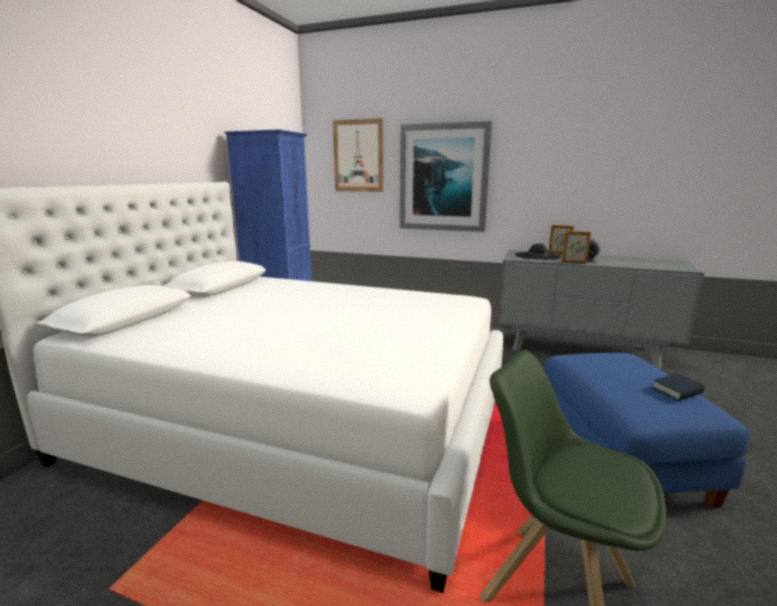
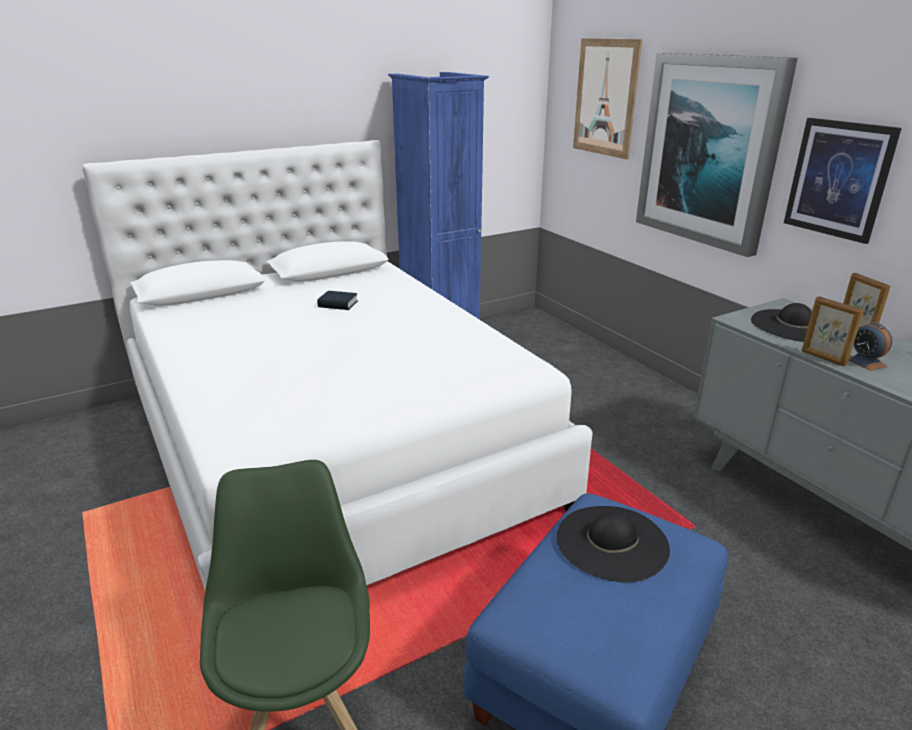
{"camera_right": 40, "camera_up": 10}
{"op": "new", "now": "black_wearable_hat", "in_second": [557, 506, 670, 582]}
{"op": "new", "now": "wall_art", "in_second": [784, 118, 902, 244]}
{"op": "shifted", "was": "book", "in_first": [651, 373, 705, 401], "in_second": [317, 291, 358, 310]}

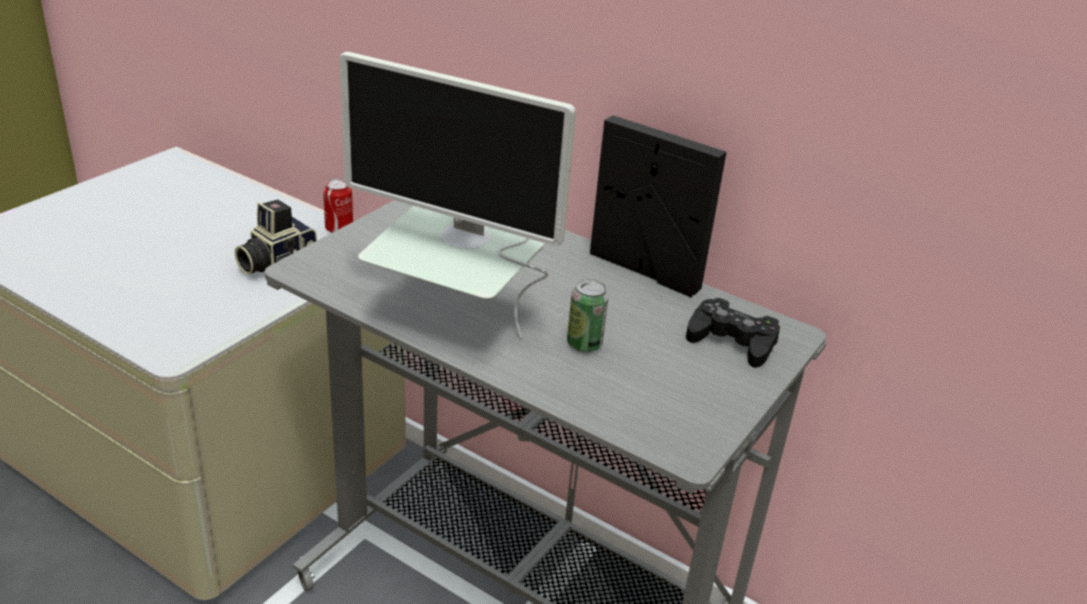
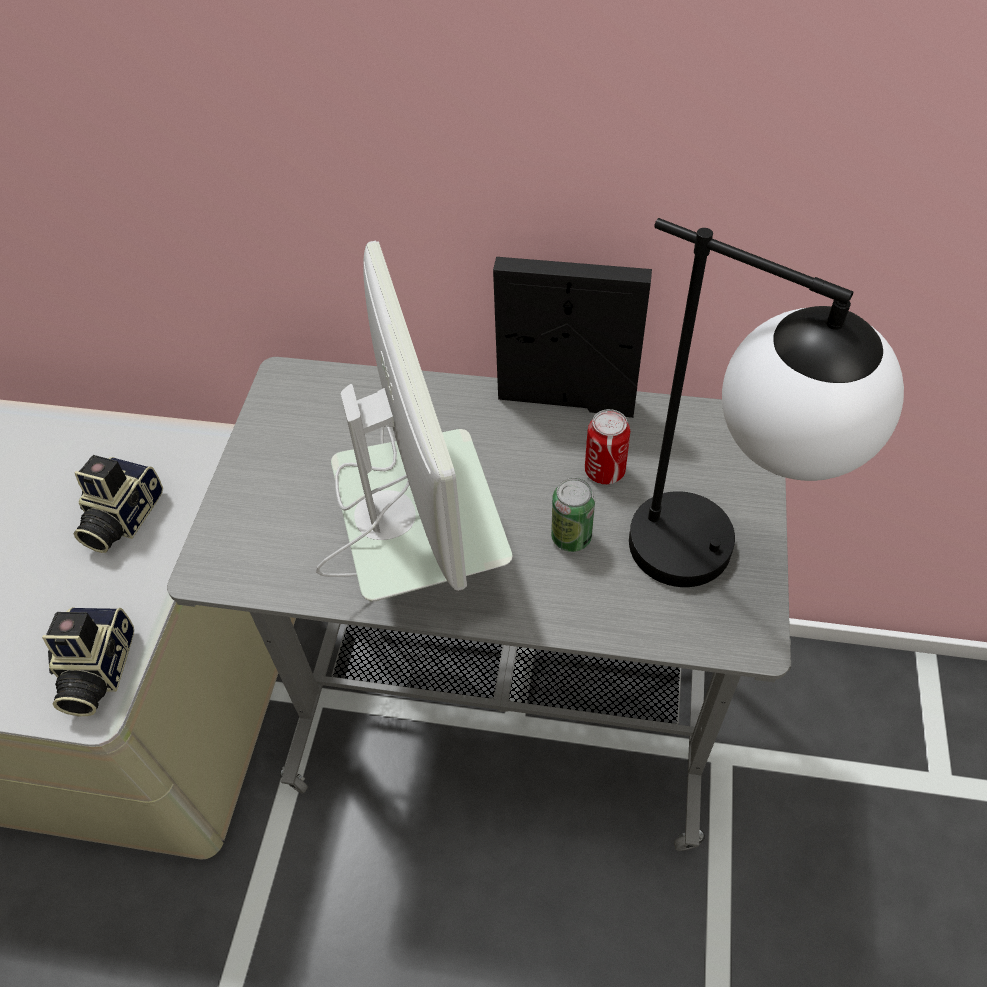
{"camera_right": -20, "camera_up": 20}
{"op": "gone", "was": "black_joypad", "in_first": [686, 298, 780, 368]}
{"op": "new", "now": "photo_camera", "in_second": [42, 607, 134, 716]}
{"op": "new", "now": "table_lamp", "in_second": [629, 218, 904, 587]}
{"op": "shifted", "was": "can", "in_first": [323, 179, 353, 233], "in_second": [585, 409, 630, 484]}
{"op": "rotated", "was": "computer_display", "in_first": [339, 52, 576, 338], "in_second": [316, 241, 513, 601], "clockwise": -105}

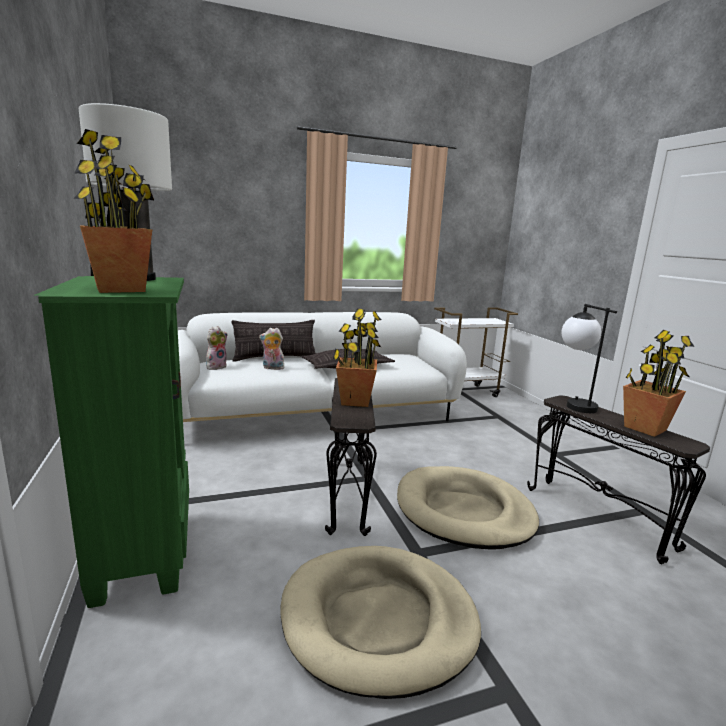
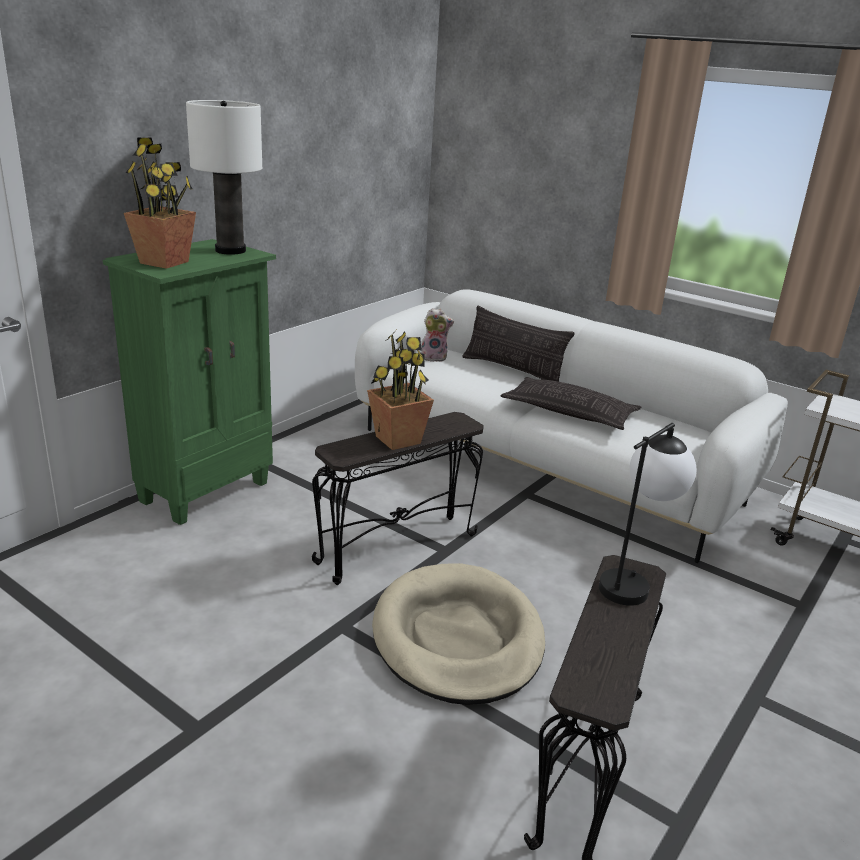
{"camera_right": 55, "camera_up": 10}
{"op": "gone", "was": "cuddly_toy", "in_first": [259, 328, 284, 370]}
{"op": "gone", "was": "beige-coloured_pet_bed", "in_first": [280, 546, 481, 699]}
{"op": "gone", "was": "houseplant", "in_first": [623, 329, 695, 437]}

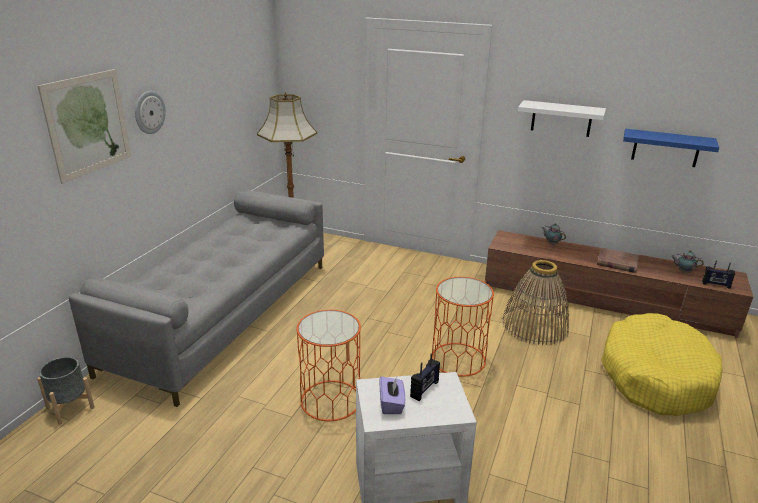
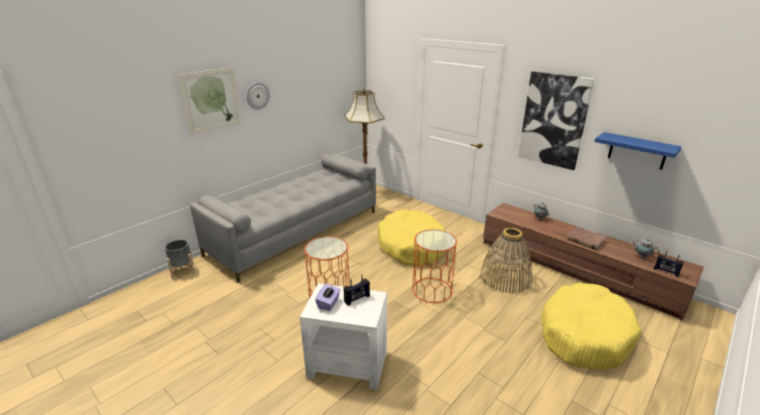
{"camera_right": 20, "camera_up": 0}
{"op": "new", "now": "yellow_pet_bed", "in_second": [378, 209, 446, 266]}
{"op": "swapped", "was": "white-coloured_wall_shelf", "now": "wall_art", "in_first": [518, 100, 606, 137], "in_second": [518, 71, 595, 170]}

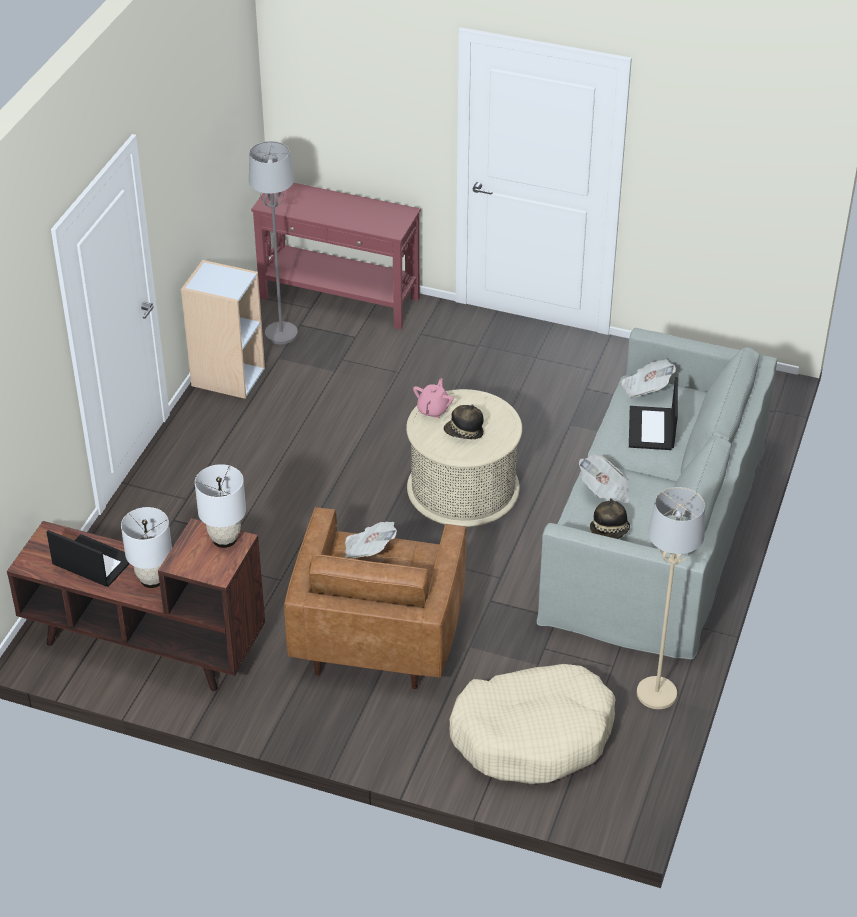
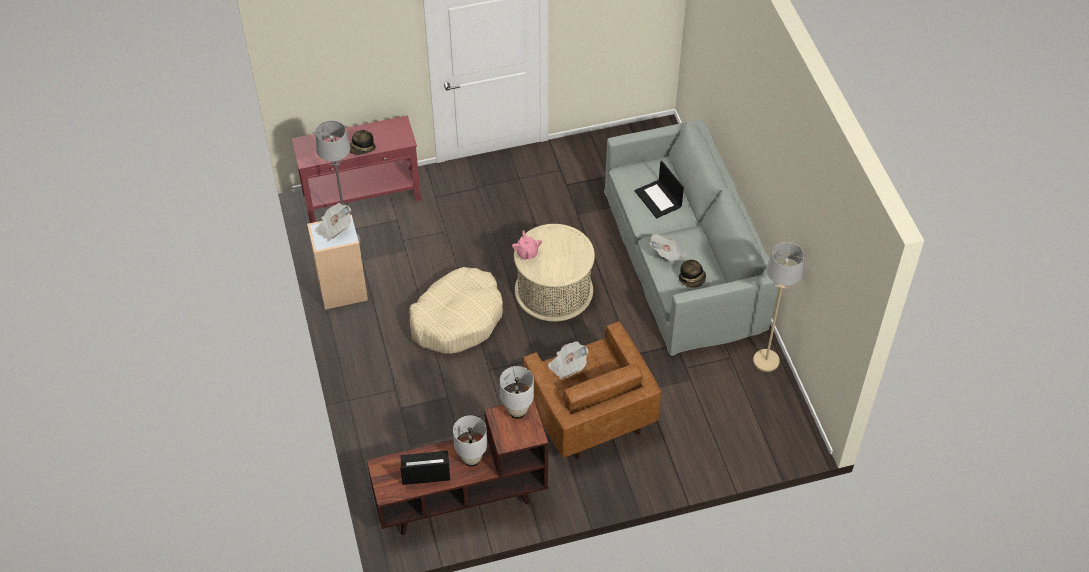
{"camera_right": -35, "camera_up": 10}
{"op": "shifted", "was": "wearable_hat", "in_first": [444, 404, 484, 439], "in_second": [350, 129, 376, 155]}
{"op": "shifted", "was": "beige-coloured_pet_bed", "in_first": [449, 664, 615, 784], "in_second": [409, 267, 503, 354]}
{"op": "shifted", "was": "printed_paper", "in_first": [621, 359, 676, 398], "in_second": [315, 203, 351, 241]}

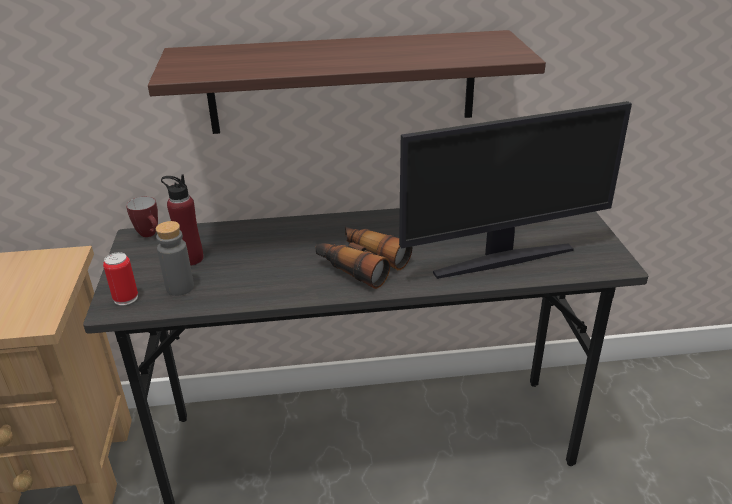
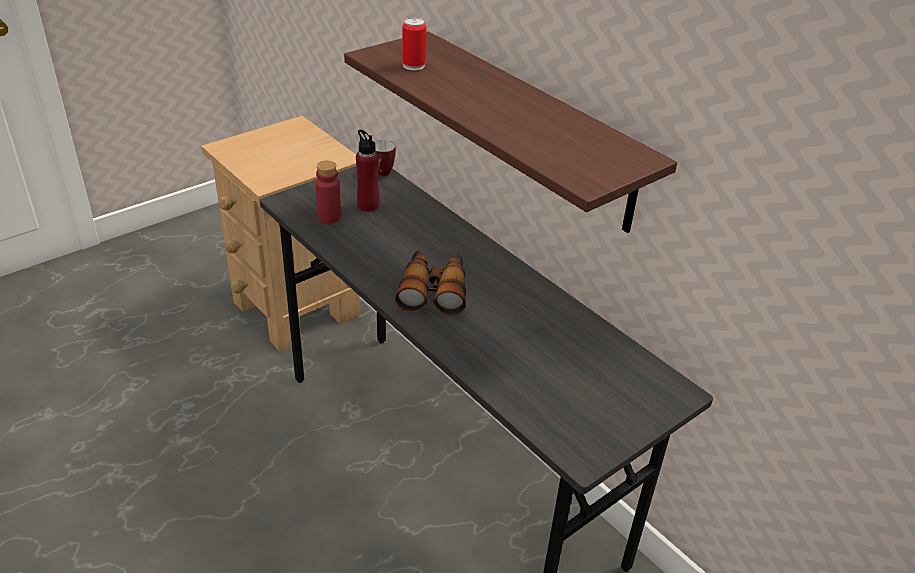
{"camera_right": 55, "camera_up": 5}
{"op": "gone", "was": "computer_display", "in_first": [399, 101, 632, 279]}
{"op": "shifted", "was": "can", "in_first": [103, 252, 138, 305], "in_second": [402, 18, 426, 70]}
{"op": "repainted", "was": "gray_beverage_bottle", "now": "red_beverage_bottle", "in_first": [156, 221, 194, 296], "in_second": [315, 161, 341, 224]}

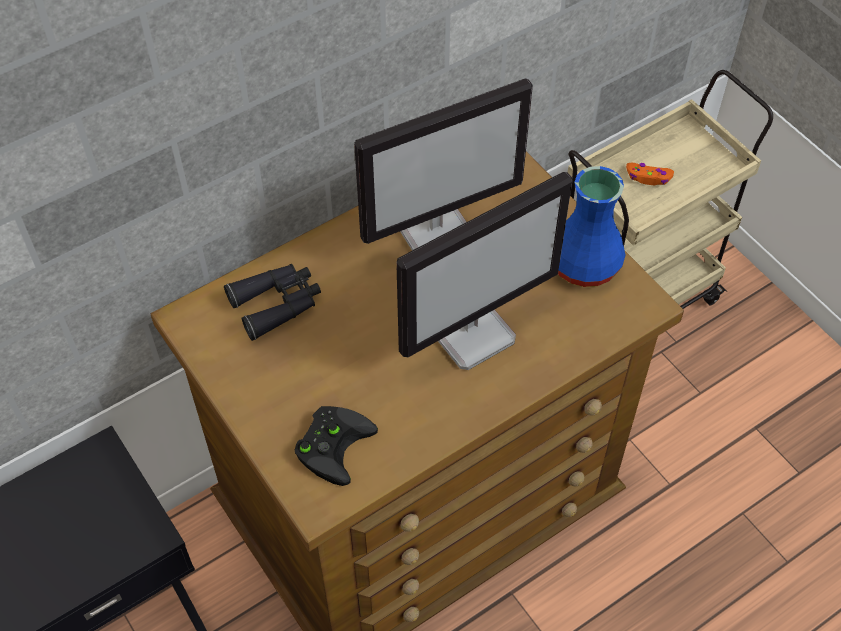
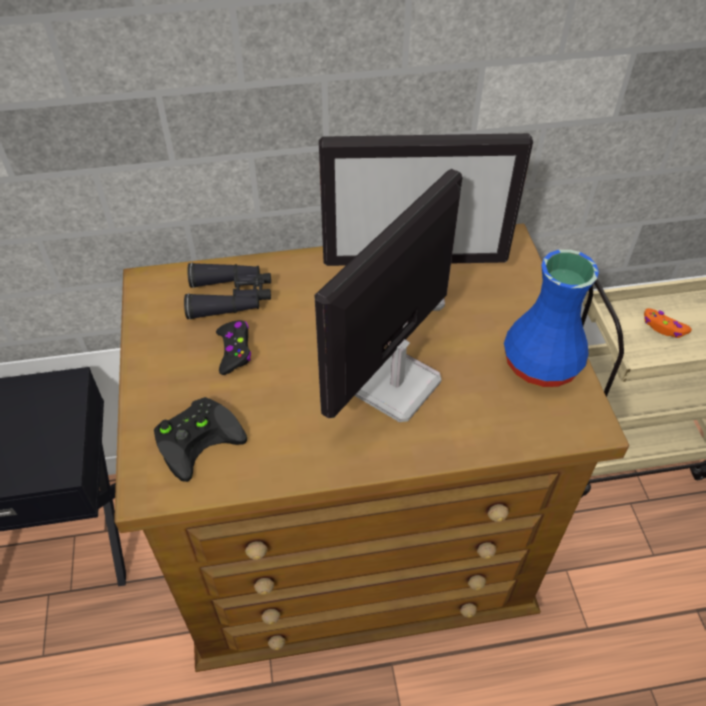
{"camera_right": 25, "camera_up": -5}
{"op": "new", "now": "black_joypad", "in_second": [216, 320, 251, 375]}
{"op": "rotated", "was": "computer_display", "in_first": [396, 172, 573, 370], "in_second": [314, 169, 462, 422], "clockwise": 135}

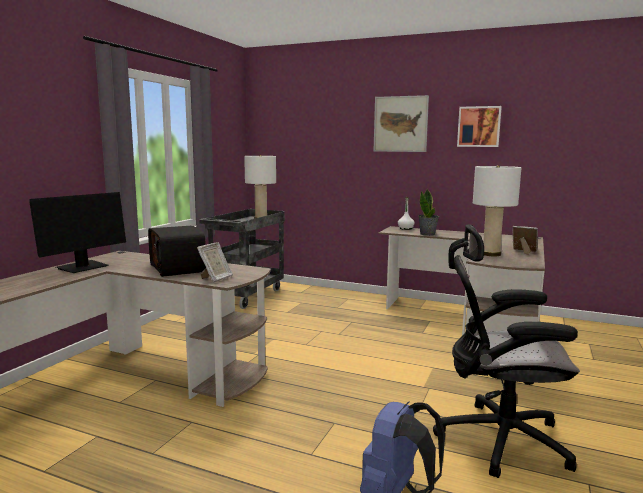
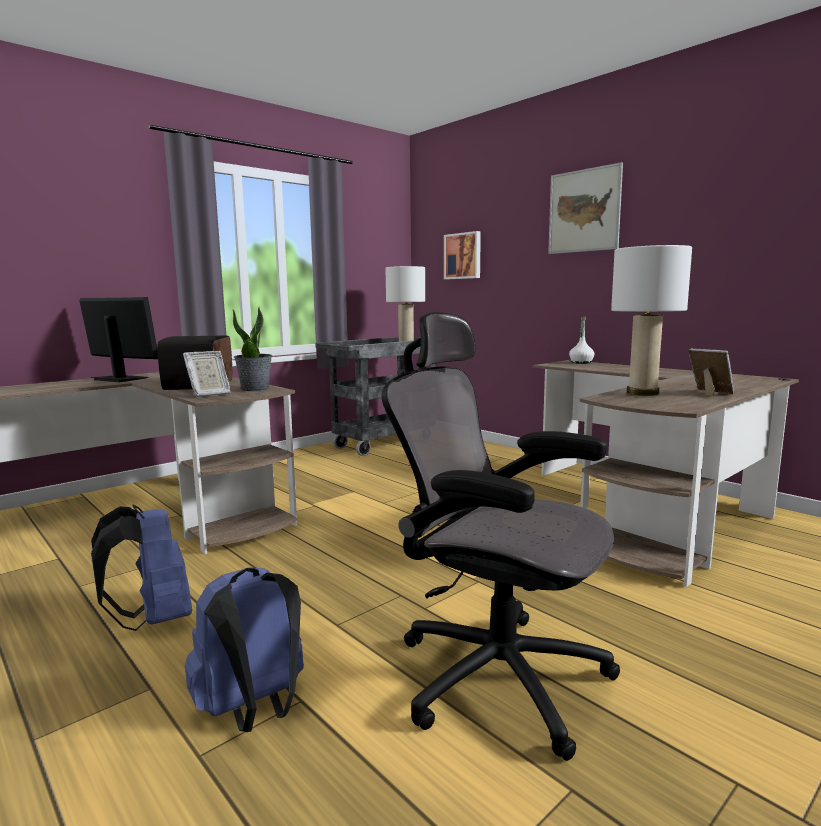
{"camera_right": 25, "camera_up": 0}
{"op": "new", "now": "blue-coloured_backpack", "in_second": [91, 504, 192, 631]}
{"op": "shifted", "was": "houseplant", "in_first": [418, 189, 439, 236], "in_second": [233, 306, 272, 391]}
{"op": "shifted", "was": "wall_art", "in_first": [457, 106, 502, 147], "in_second": [444, 231, 481, 279]}
{"op": "rotated", "was": "computer_display", "in_first": [29, 192, 126, 273], "in_second": [79, 297, 158, 382], "clockwise": -120}

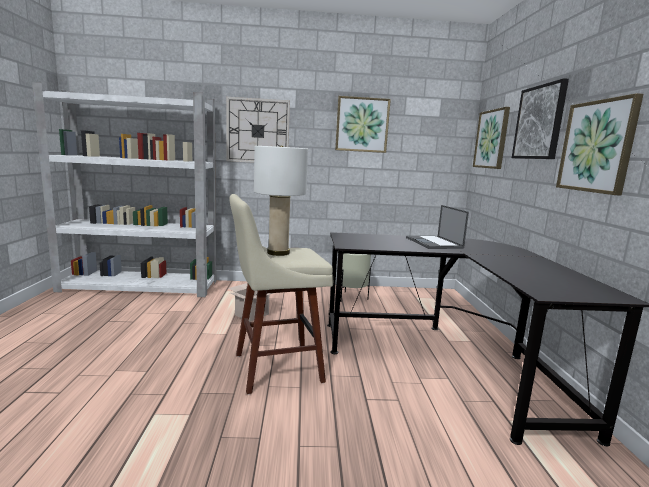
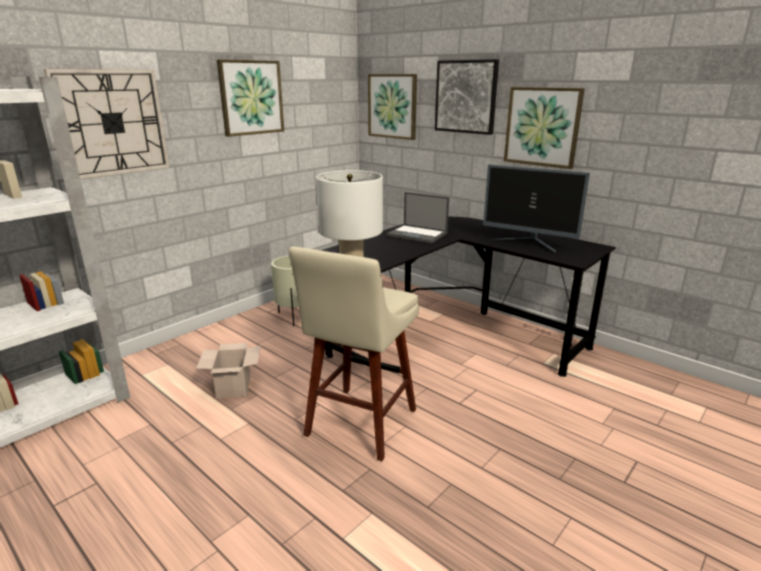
{"camera_right": -45, "camera_up": 10}
{"op": "new", "now": "computer_display", "in_second": [483, 164, 590, 252]}

